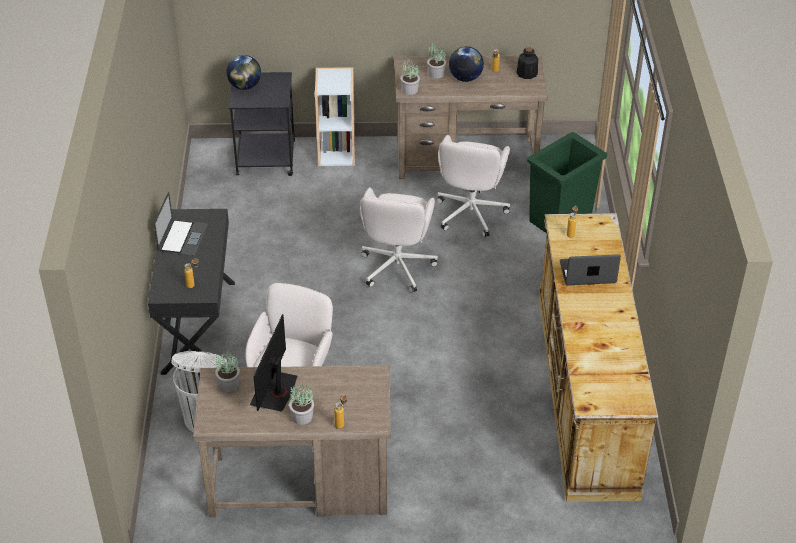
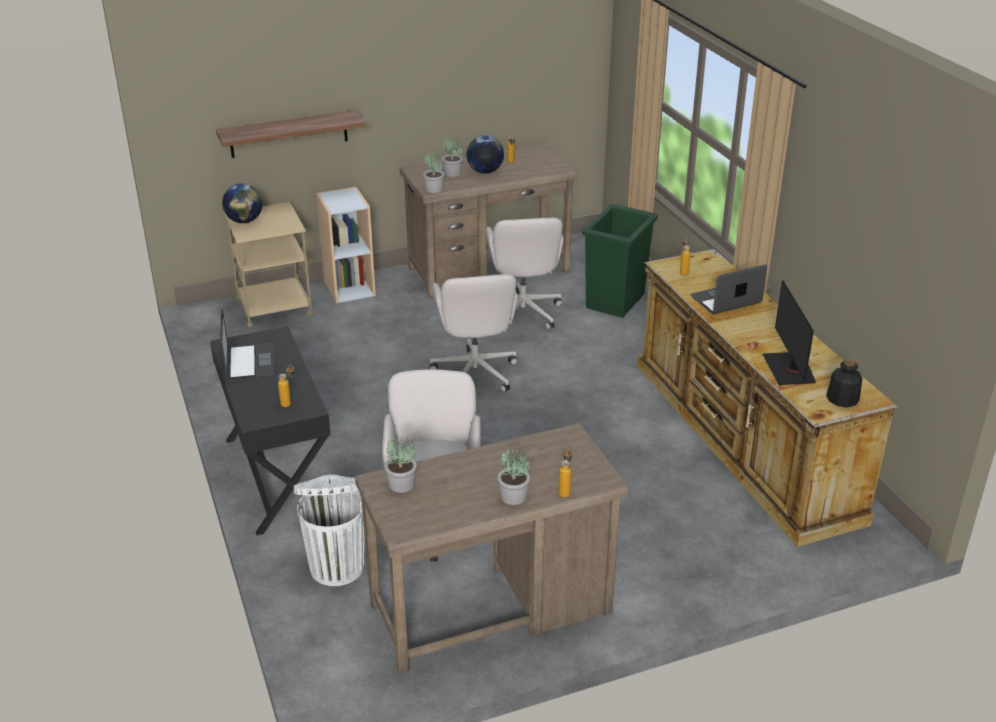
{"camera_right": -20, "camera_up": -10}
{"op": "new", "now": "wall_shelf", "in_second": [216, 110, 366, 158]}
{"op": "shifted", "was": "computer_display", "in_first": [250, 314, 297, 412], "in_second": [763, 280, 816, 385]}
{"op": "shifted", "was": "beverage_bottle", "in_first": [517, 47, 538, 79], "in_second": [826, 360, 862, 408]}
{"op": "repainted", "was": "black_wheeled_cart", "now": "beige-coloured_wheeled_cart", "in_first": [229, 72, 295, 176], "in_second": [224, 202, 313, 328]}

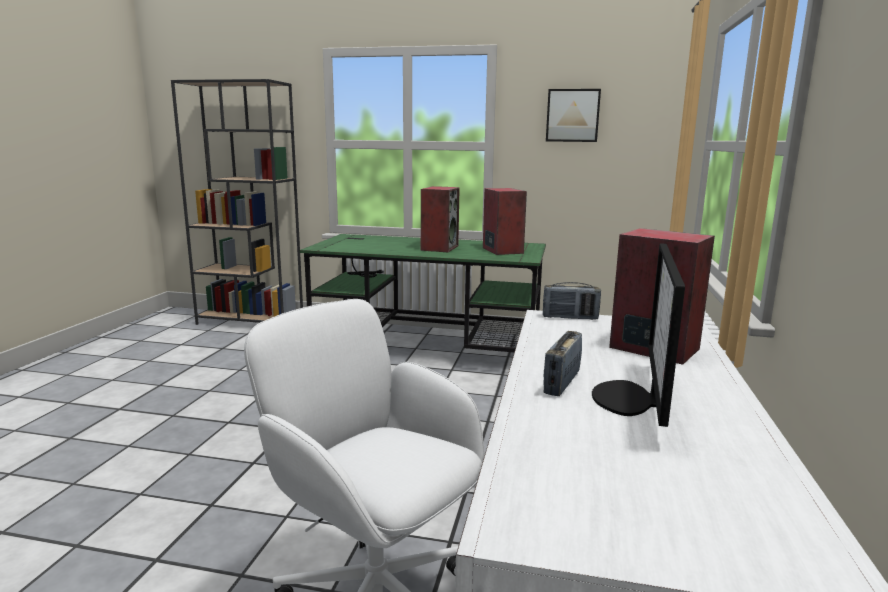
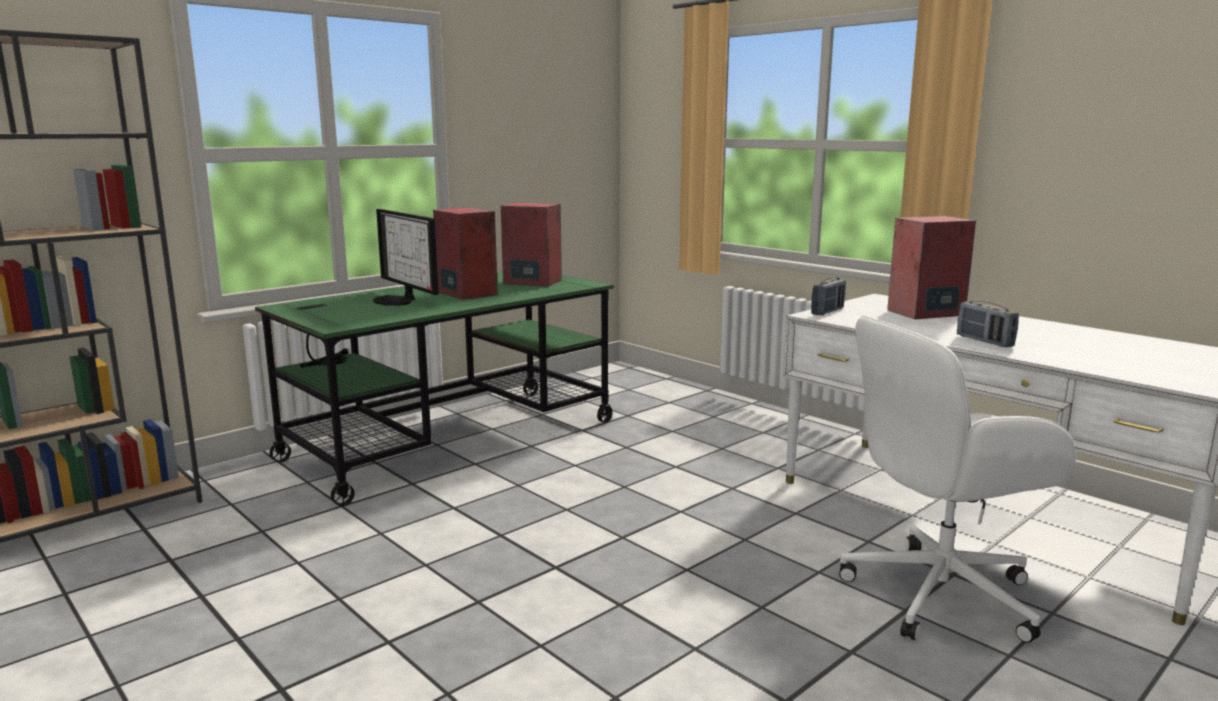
{"camera_right": -55, "camera_up": 0}
{"op": "gone", "was": "wall_art", "in_first": [546, 89, 601, 142]}
{"op": "shifted", "was": "computer_display", "in_first": [592, 243, 685, 427], "in_second": [373, 209, 439, 306]}

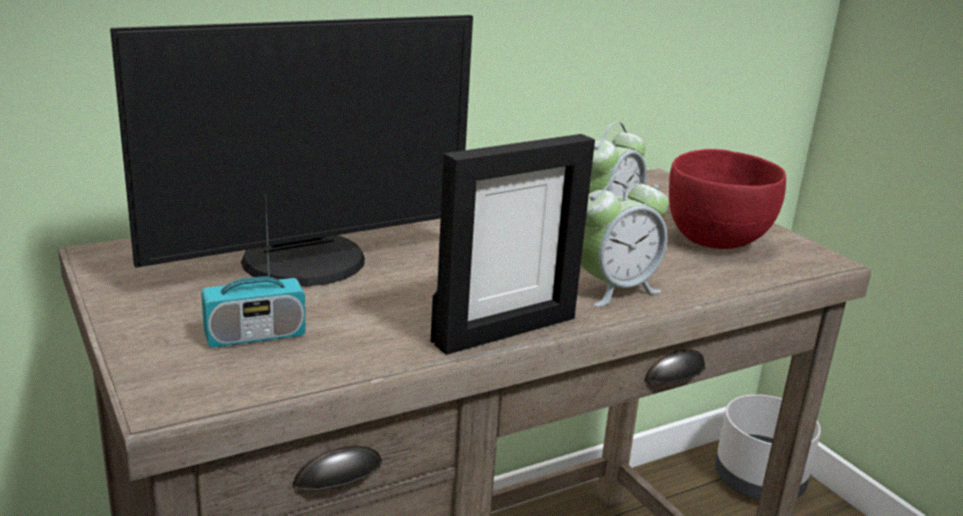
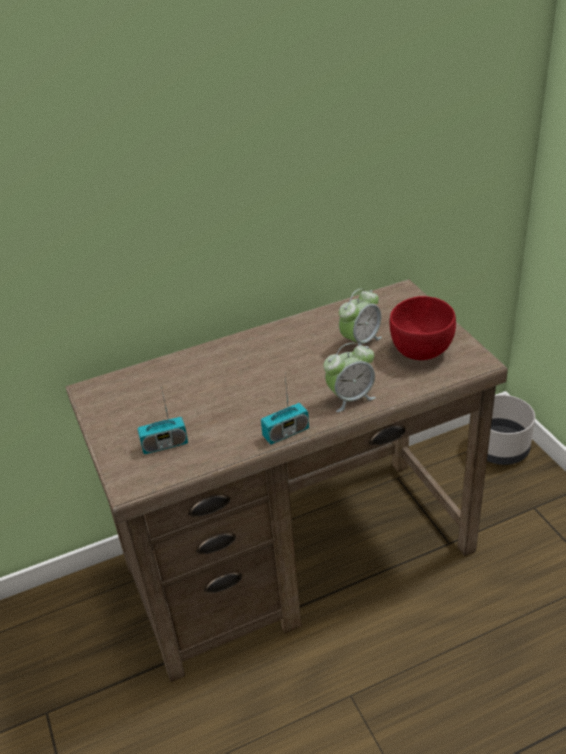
{"camera_right": 10, "camera_up": 15}
{"op": "gone", "was": "computer_display", "in_first": [110, 15, 473, 286]}
{"op": "swapped", "was": "photo_frame", "now": "radio_set", "in_first": [431, 134, 595, 355], "in_second": [261, 376, 309, 445]}

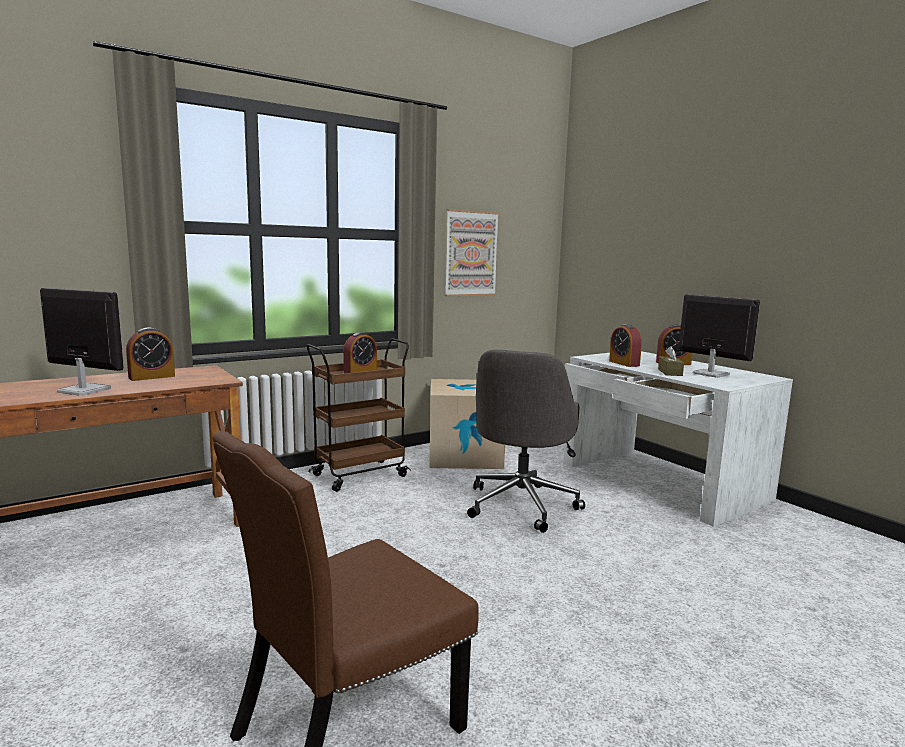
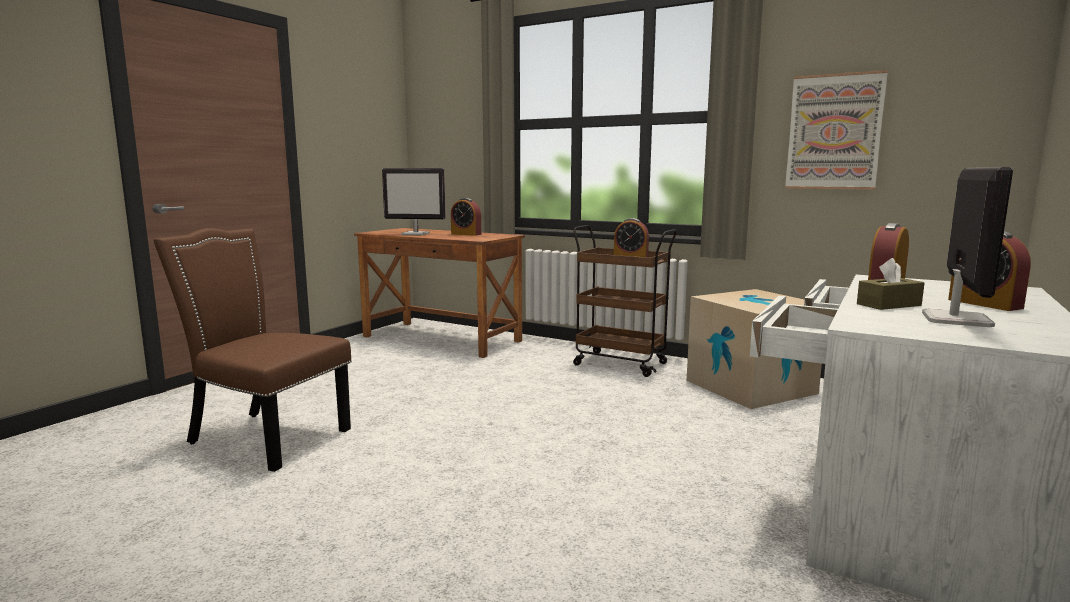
{"camera_right": 65, "camera_up": 0}
{"op": "gone", "was": "gray_office_chair", "in_first": [467, 350, 585, 533]}
{"op": "rotated", "was": "computer_display", "in_first": [40, 288, 124, 396], "in_second": [382, 168, 446, 235], "clockwise": 105}

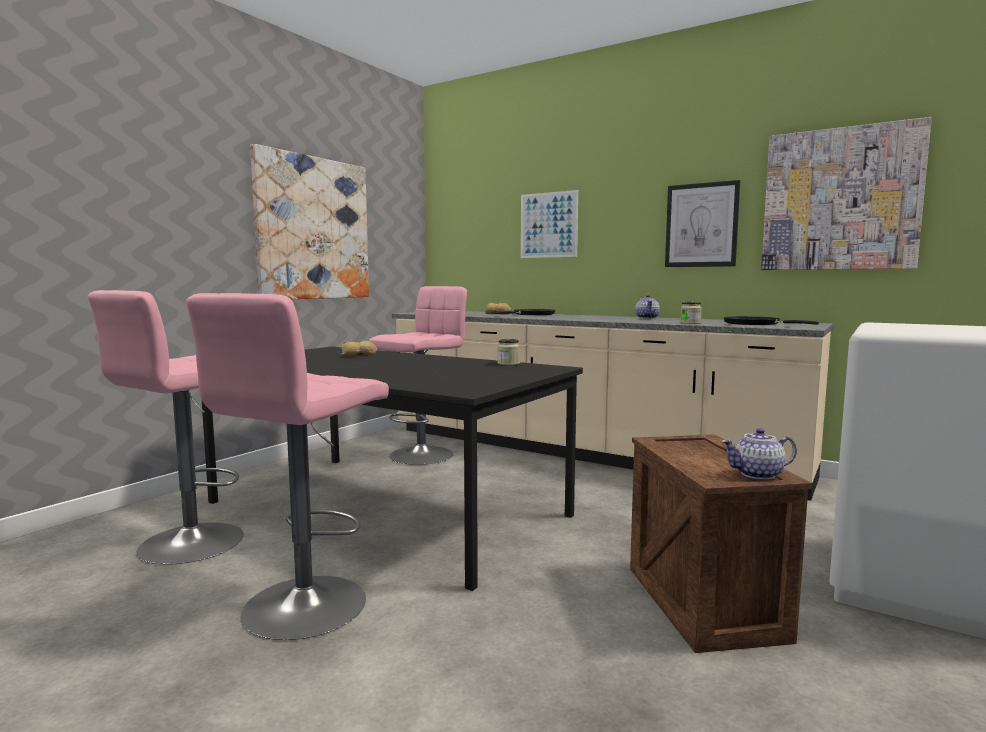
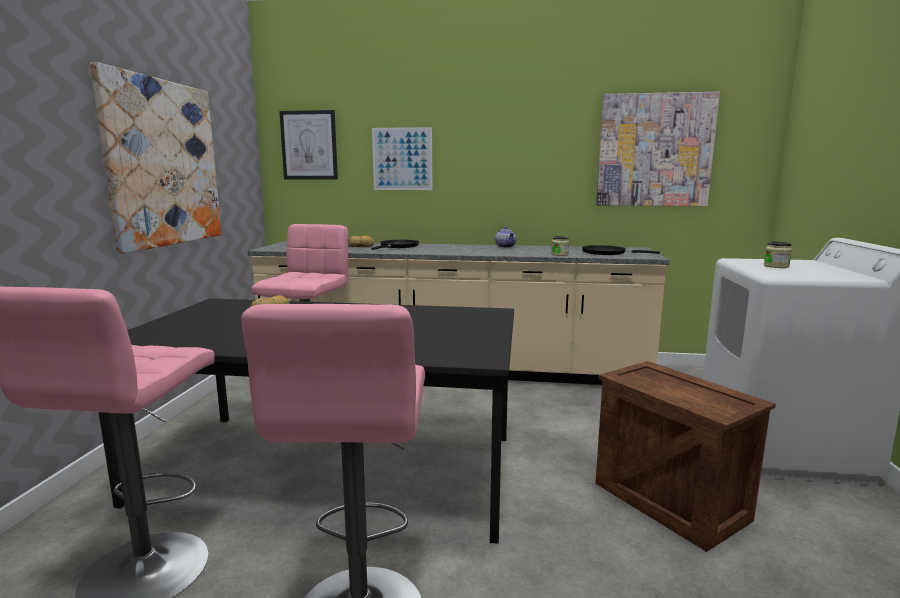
{"camera_right": -25, "camera_up": 5}
{"op": "gone", "was": "pot_for_tea", "in_first": [722, 428, 797, 479]}
{"op": "shifted", "was": "jar", "in_first": [497, 339, 520, 365], "in_second": [764, 242, 792, 268]}
{"op": "shifted", "was": "wall_art", "in_first": [665, 180, 740, 267], "in_second": [279, 110, 338, 180]}

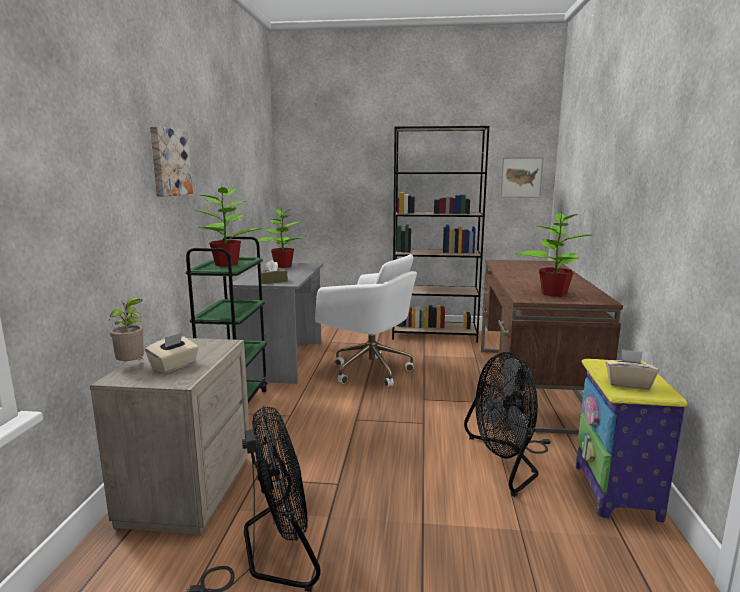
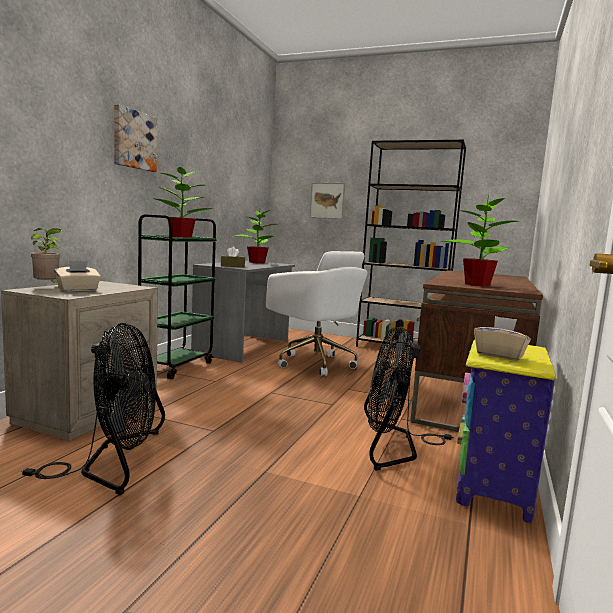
{"camera_right": 15, "camera_up": -5}
{"op": "shifted", "was": "wall_art", "in_first": [500, 157, 544, 198], "in_second": [309, 182, 345, 219]}

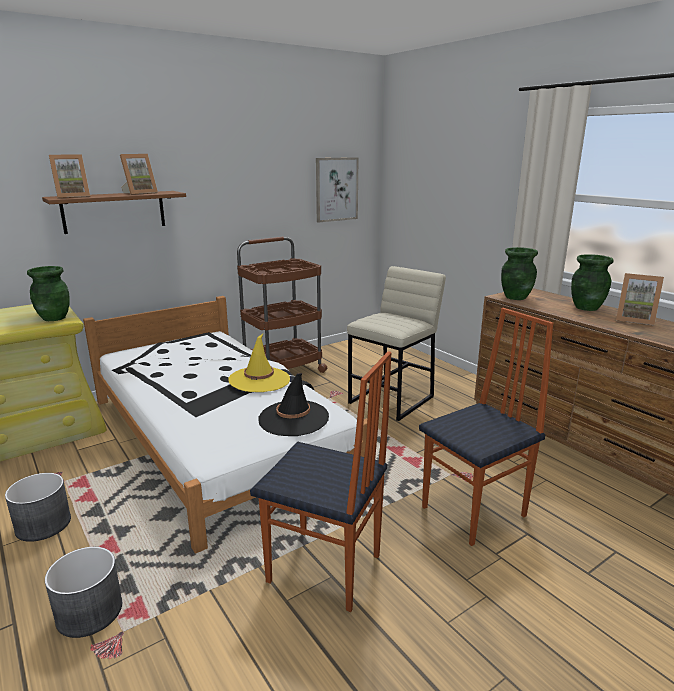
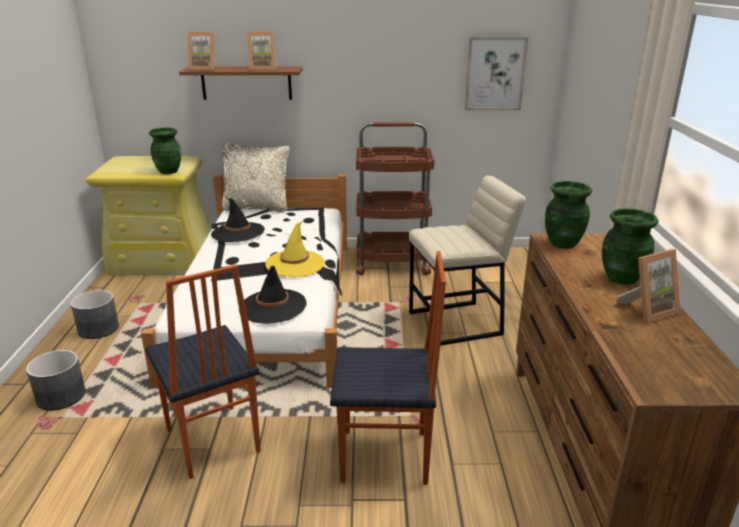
{"camera_right": 35, "camera_up": 5}
{"op": "new", "now": "black_wearable_hat", "in_second": [211, 198, 265, 242]}
{"op": "new", "now": "beige-coloured_pillow", "in_second": [222, 143, 290, 212]}
{"op": "rotated", "was": "photo_frame", "in_first": [616, 273, 664, 326], "in_second": [616, 249, 681, 323], "clockwise": -90}

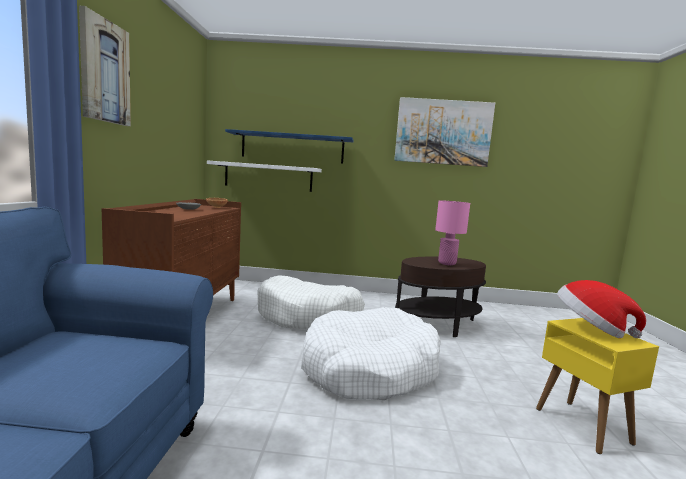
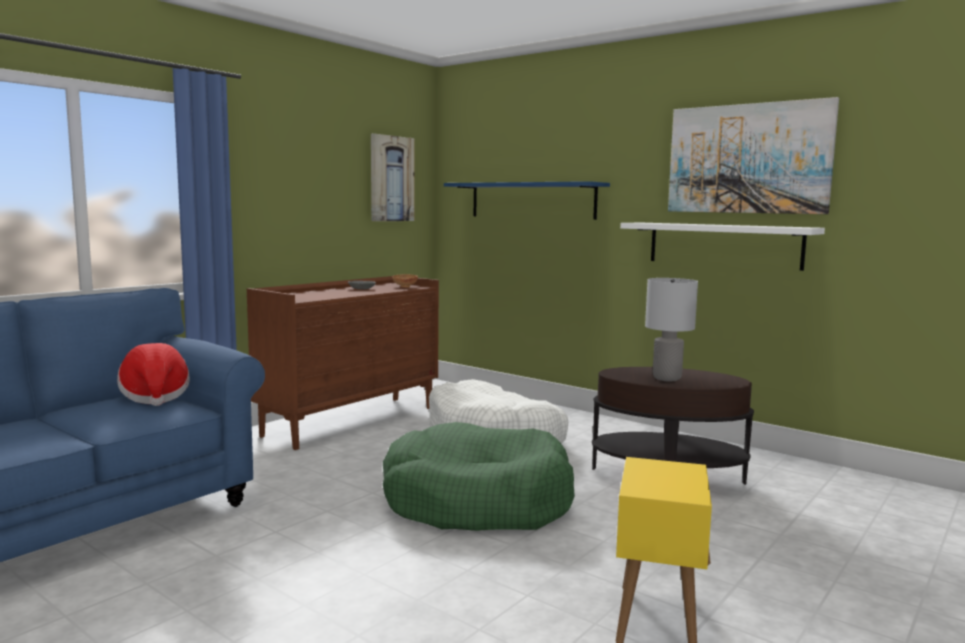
{"camera_right": 35, "camera_up": 0}
{"op": "shifted", "was": "wall_art", "in_first": [79, 6, 131, 126], "in_second": [371, 133, 415, 221]}
{"op": "shifted", "was": "white-coloured_wall_shelf", "in_first": [207, 160, 322, 192], "in_second": [620, 223, 825, 271]}
{"op": "shifted", "was": "wearable_hat", "in_first": [557, 280, 646, 338], "in_second": [117, 343, 190, 406]}
{"op": "repainted", "was": "white-coloured_pet_bed", "now": "green_pet_bed", "in_first": [301, 307, 441, 400], "in_second": [383, 422, 575, 531]}
{"op": "repainted", "was": "pink_table_lamp", "now": "gray_table_lamp", "in_first": [435, 200, 470, 265], "in_second": [645, 278, 698, 382]}

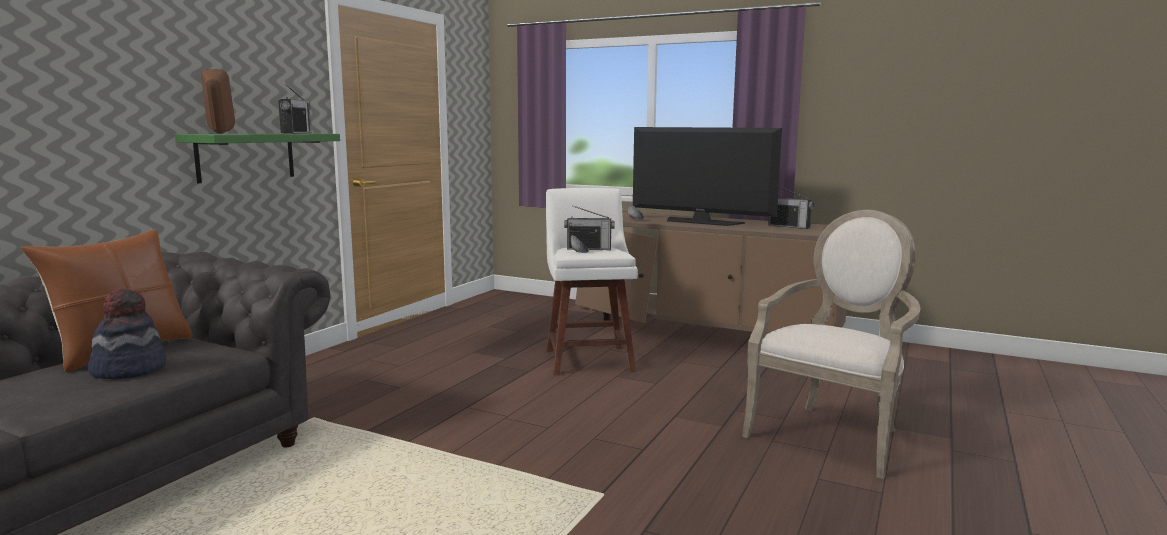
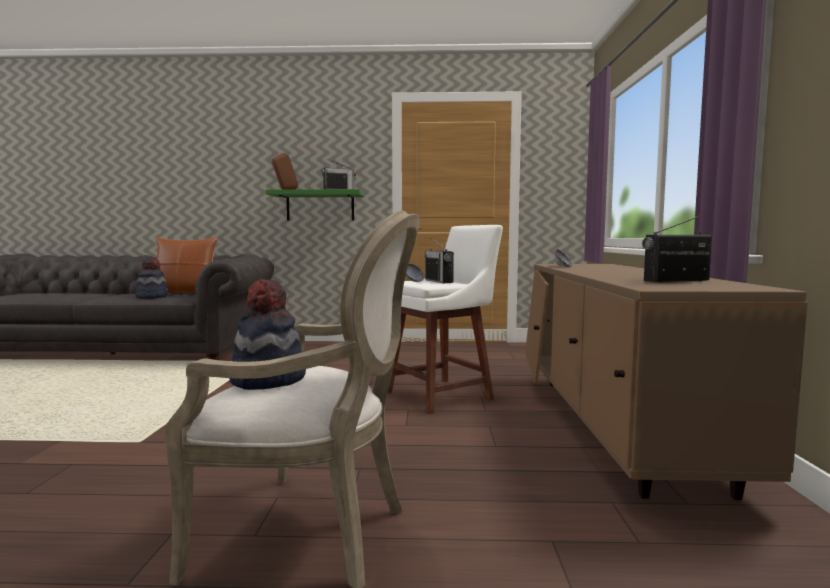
{"camera_right": 65, "camera_up": -5}
{"op": "gone", "was": "TV_set", "in_first": [633, 127, 782, 226]}
{"op": "new", "now": "wearable_hat", "in_second": [229, 279, 306, 390]}
{"op": "rotated", "was": "radio_set", "in_first": [768, 187, 814, 229], "in_second": [642, 215, 712, 282], "clockwise": 60}

